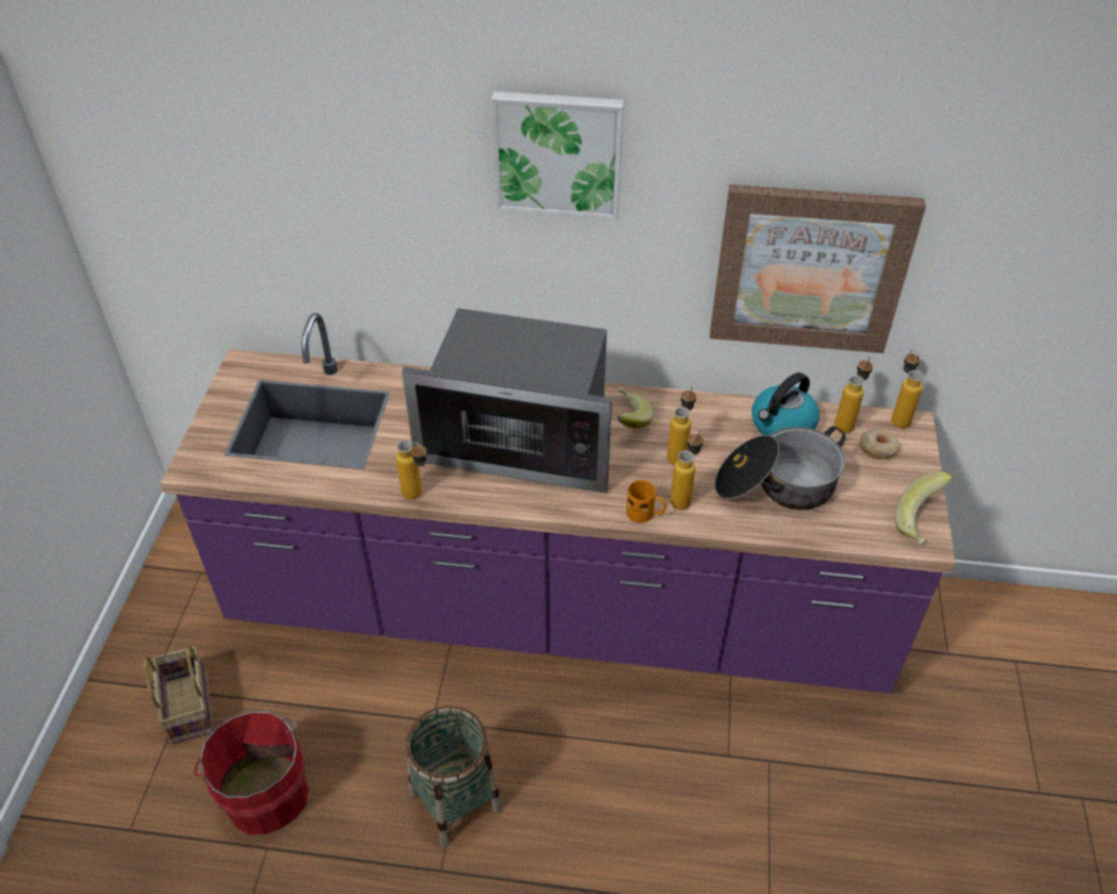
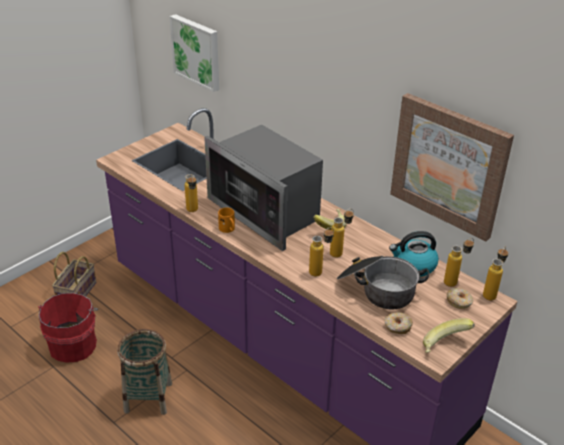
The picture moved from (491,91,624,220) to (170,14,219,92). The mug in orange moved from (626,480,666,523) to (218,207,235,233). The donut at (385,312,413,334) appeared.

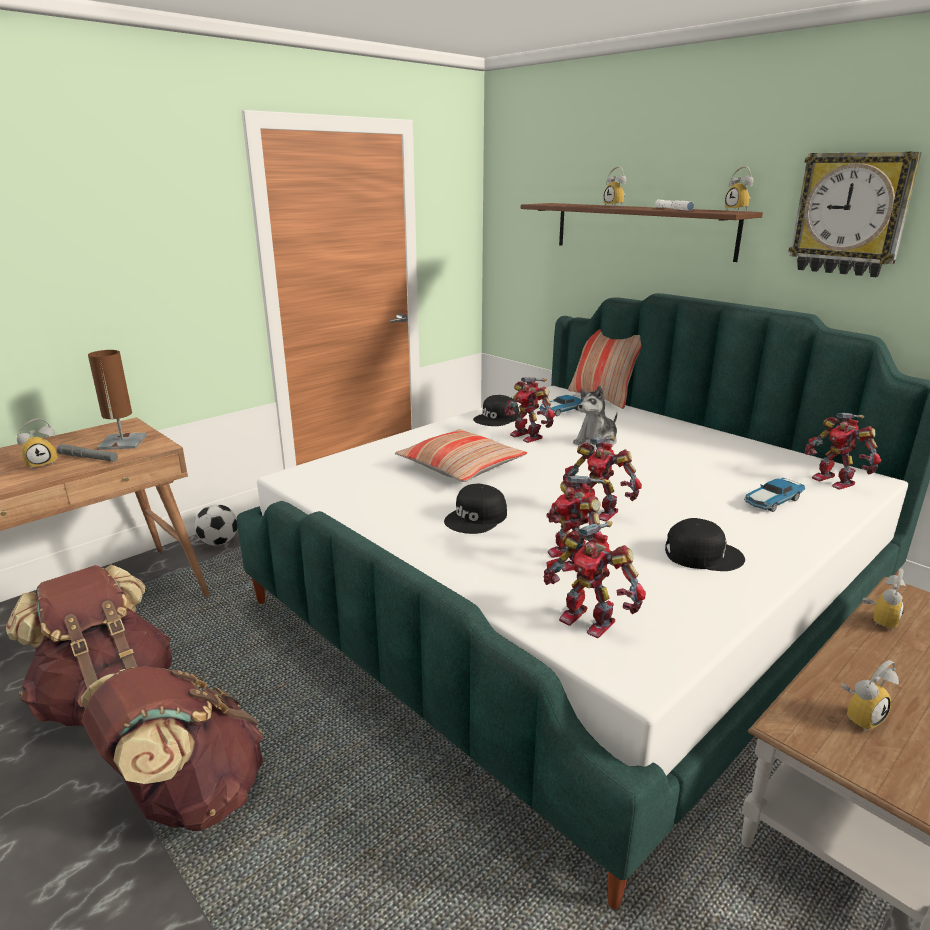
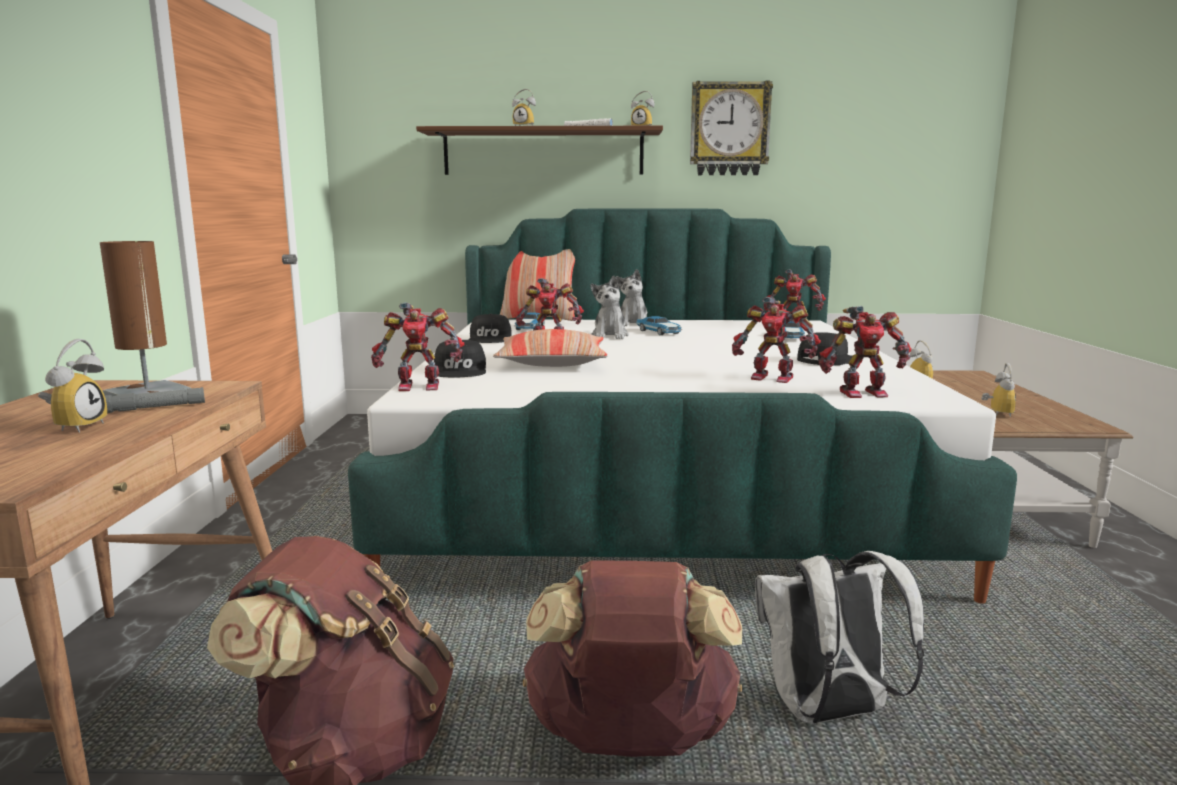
The football at (194,504,238,545) disappeared. The cap in black moved from (444,484,507,534) to (434,340,486,377). The toy robot moved from (563,436,642,522) to (371,302,464,391). The plush toy at (616,269,648,326) appeared. The toy car at (636,316,682,335) appeared. The backpack in white at (755,551,924,724) appeared.

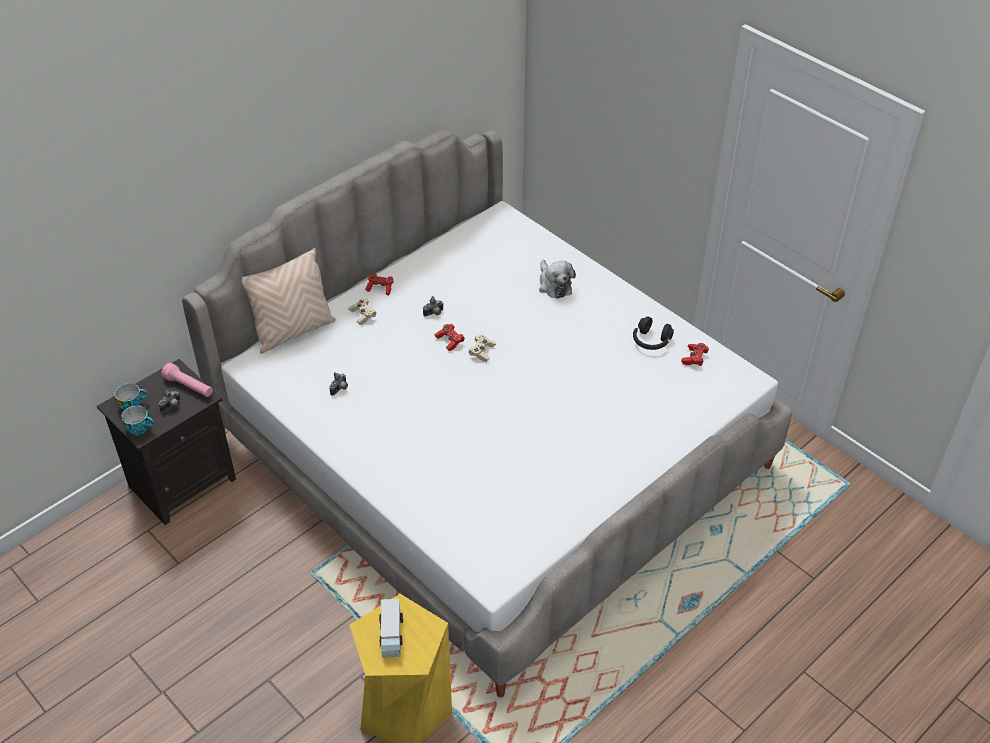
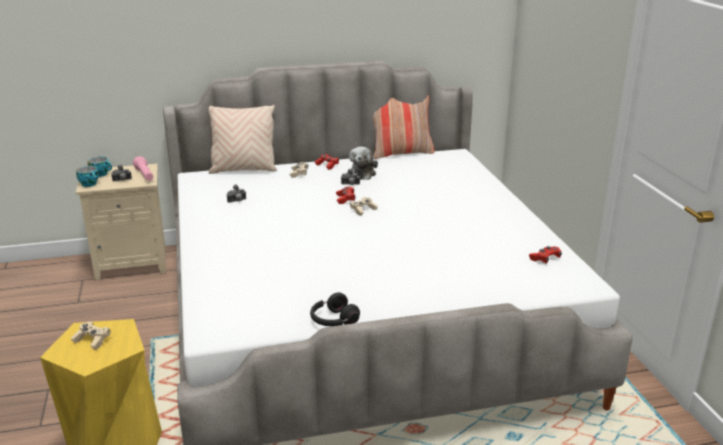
The nightstand in black at (97,359,236,525) became the nightstand in beige at (75,164,166,281). The toy truck at (379,599,403,658) was replaced by the game controller in beige at (71,321,110,350). The plush toy moved from (539,260,576,299) to (347,146,378,180). The headphones in black moved from (633,316,674,350) to (310,292,360,326). The pillow at (373,95,434,159) appeared.

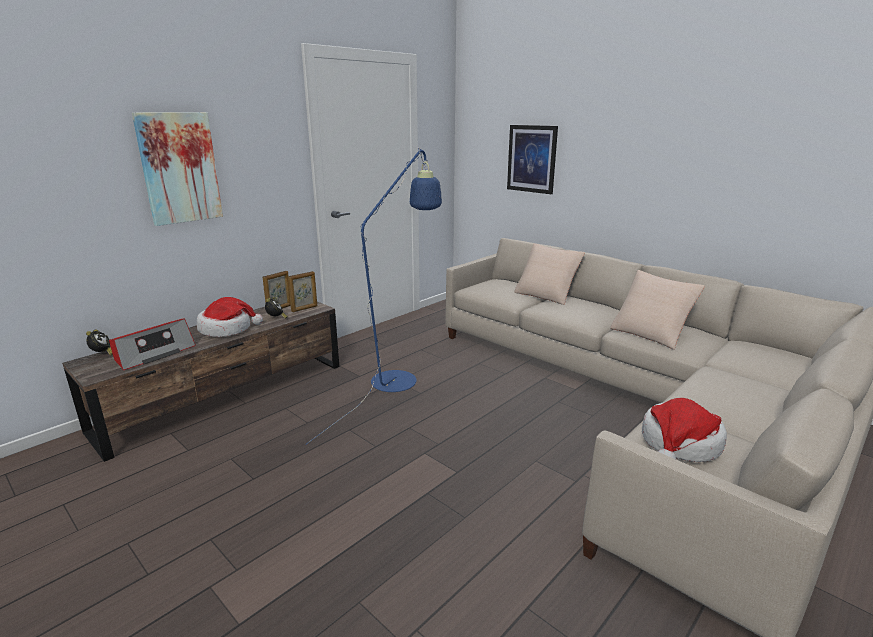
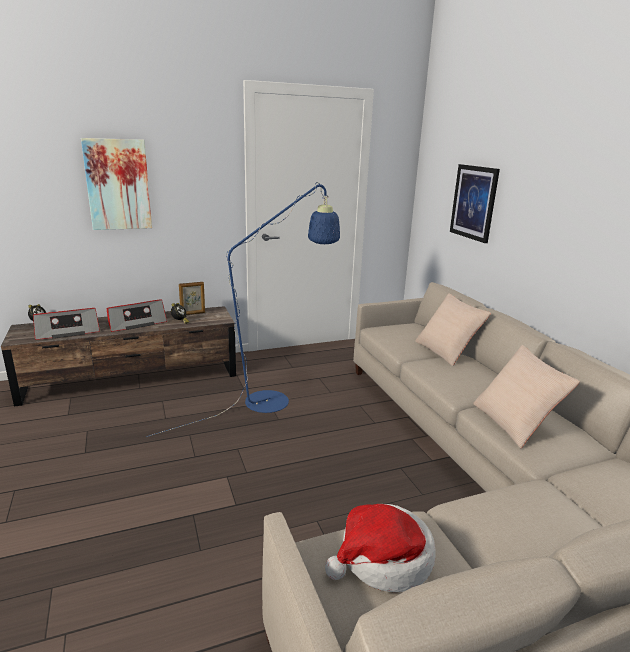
The hat at (197,297,263,337) was replaced by the radio at (106,299,167,332). The picture frame at (288,271,317,312) disappeared.

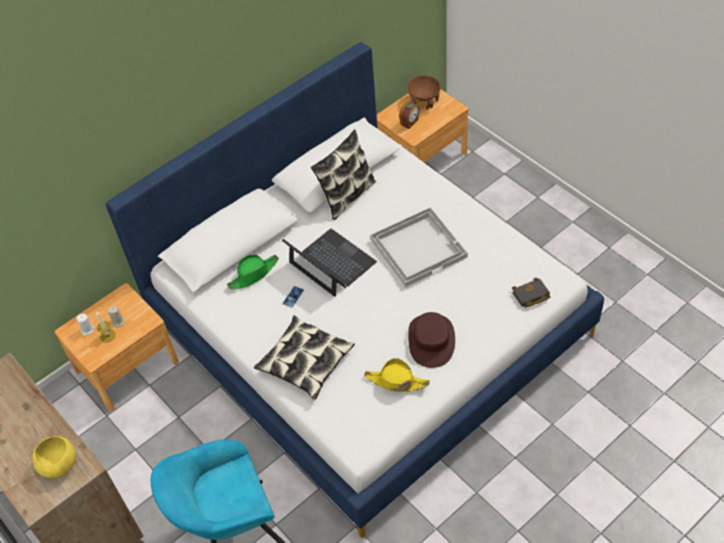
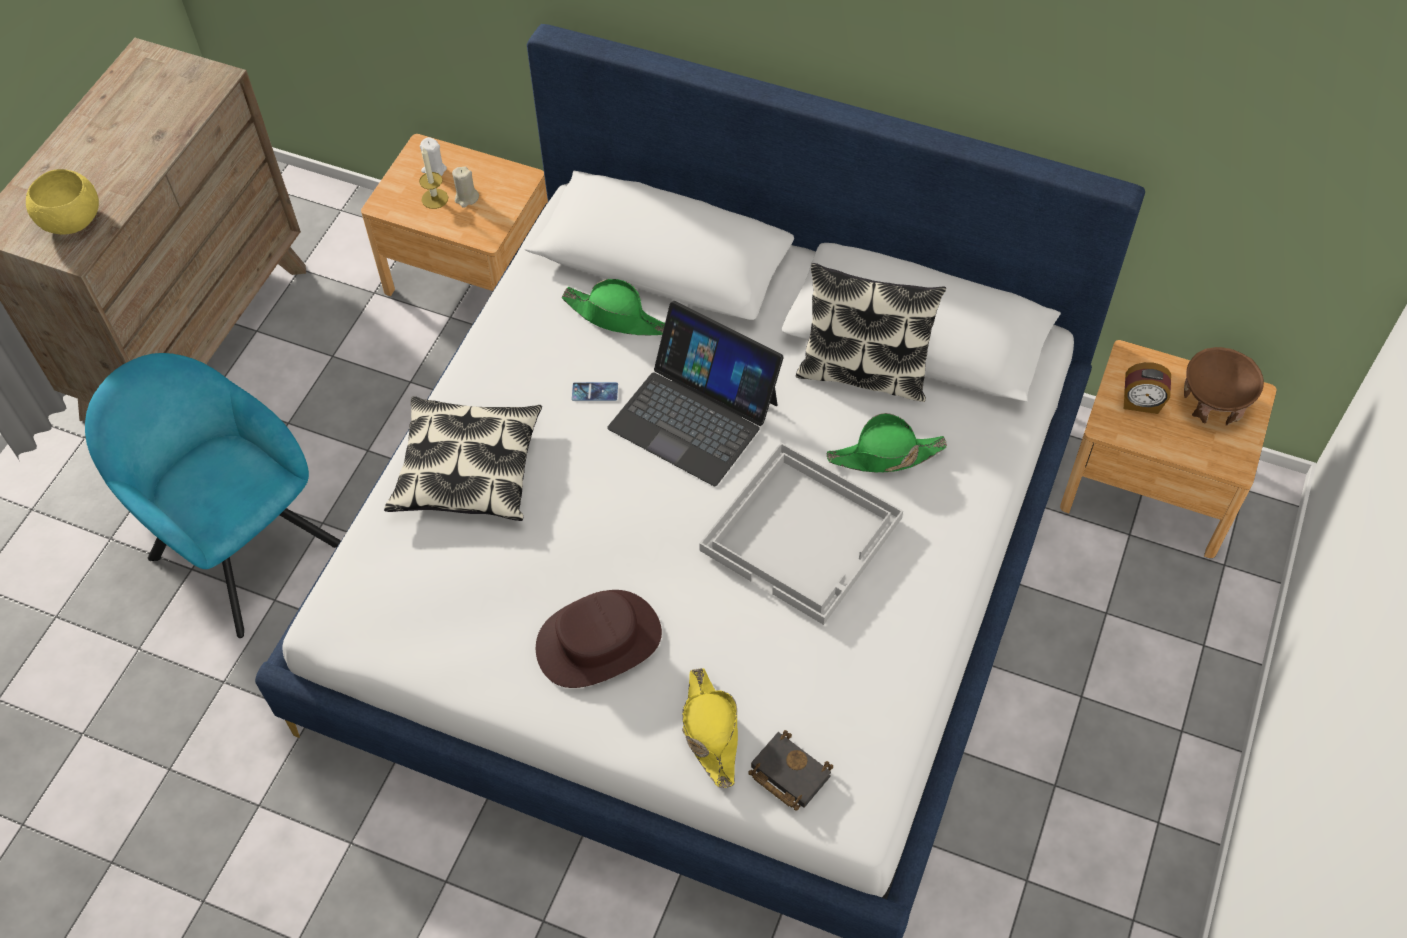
The laptop at (282,229,377,297) turned 105 degrees clockwise. The hat in yellow moved from (364,358,430,392) to (682,668,738,788). The hat in green at (827,413,947,473) appeared.

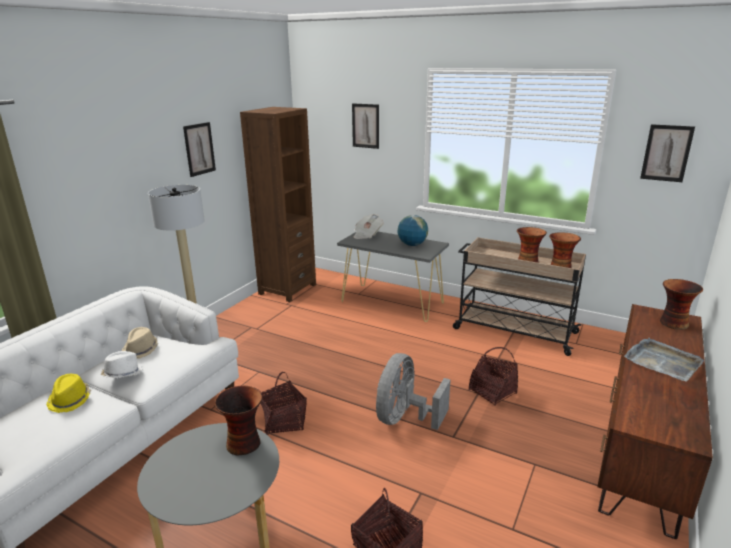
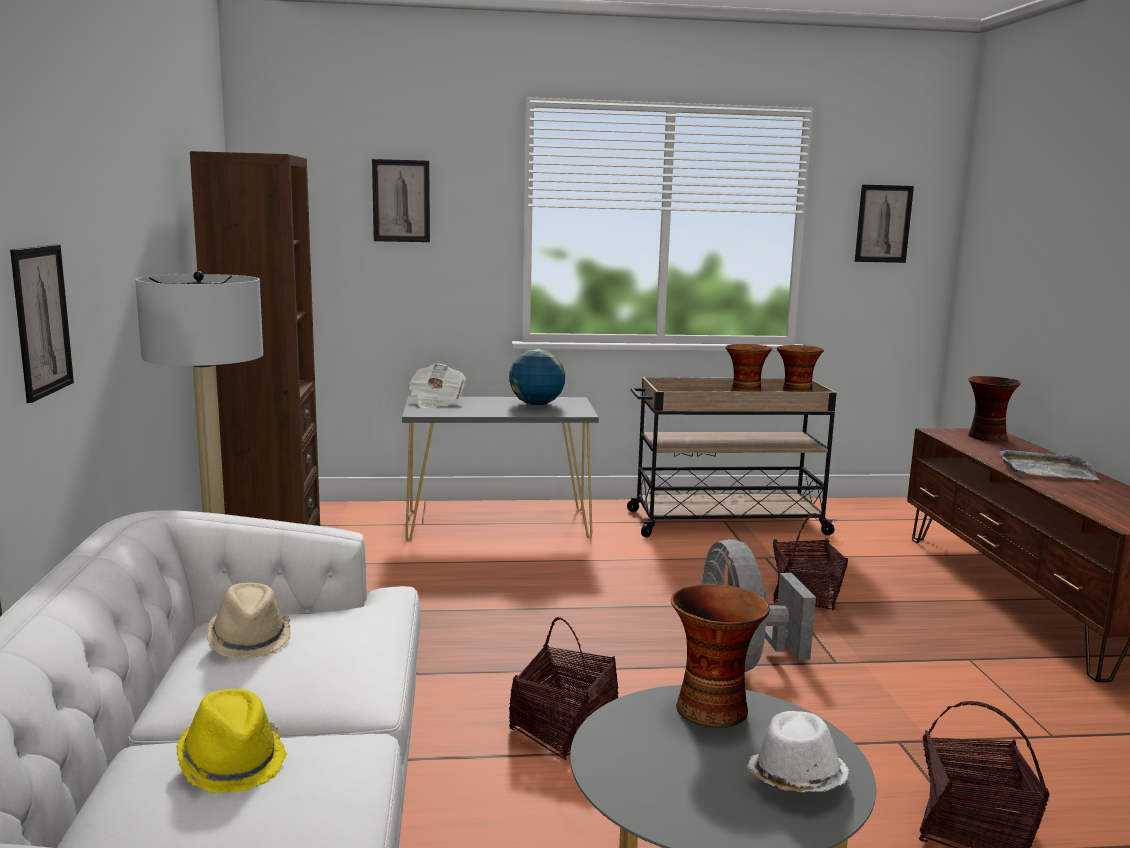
The hat in white moved from (101,351,144,378) to (746,711,849,793). The picture moved from (183,122,216,177) to (10,244,74,403).

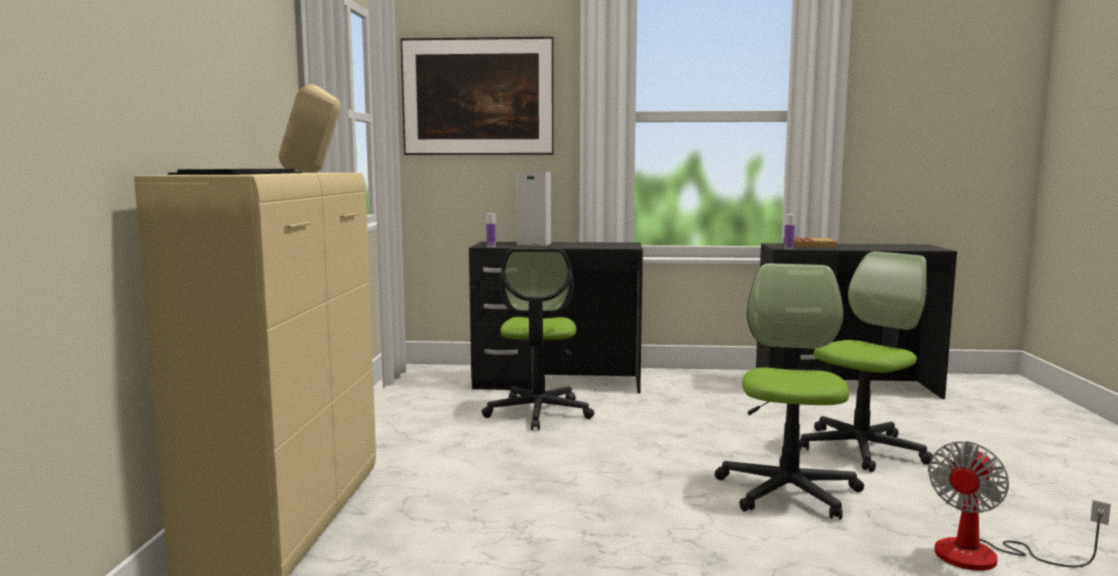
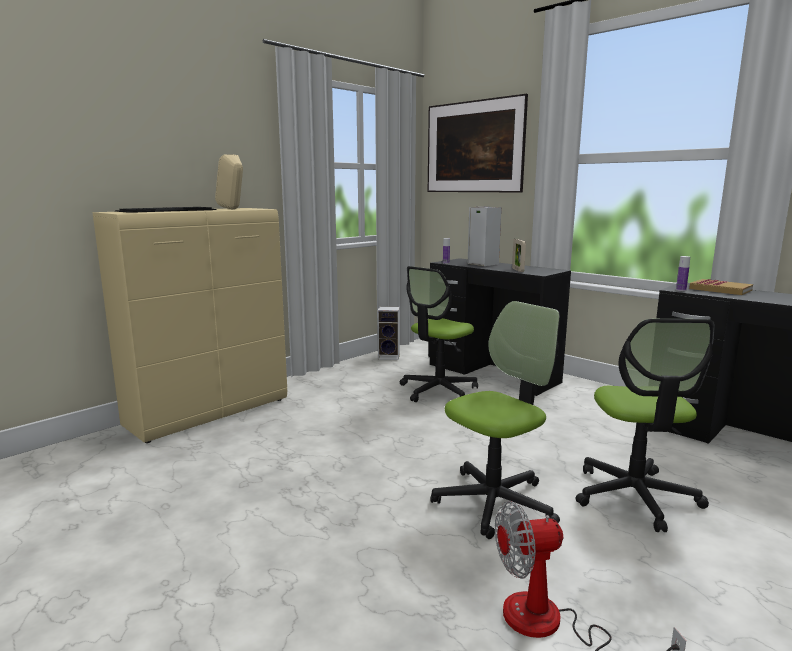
The office chair at (799,251,933,472) turned 90 degrees clockwise. The speaker at (378,307,400,360) appeared. The picture frame at (512,239,526,272) appeared.

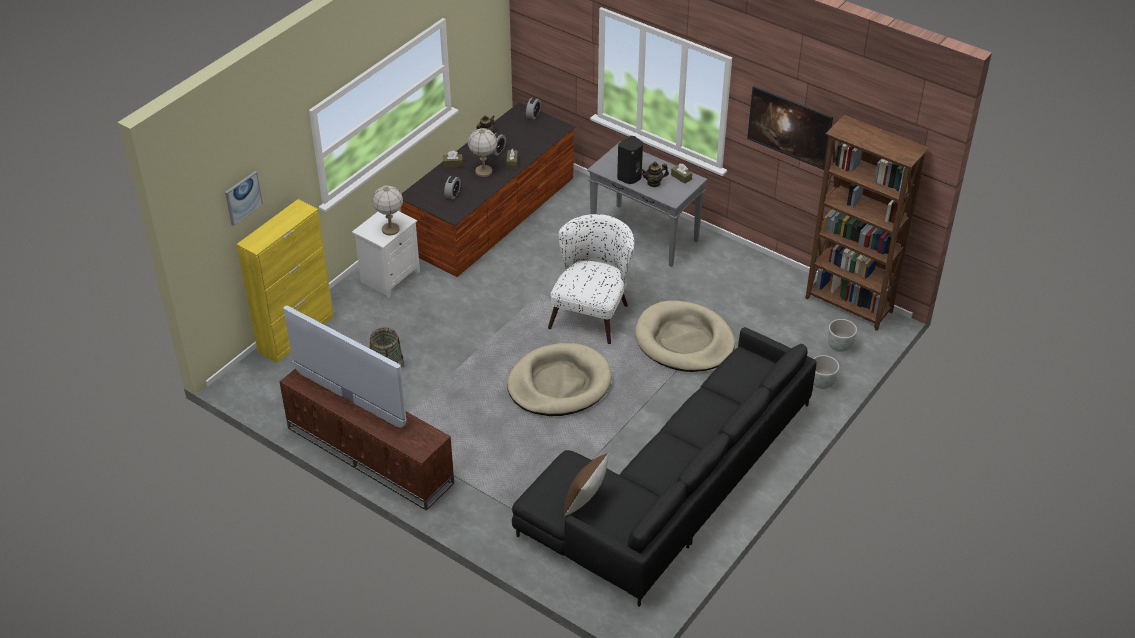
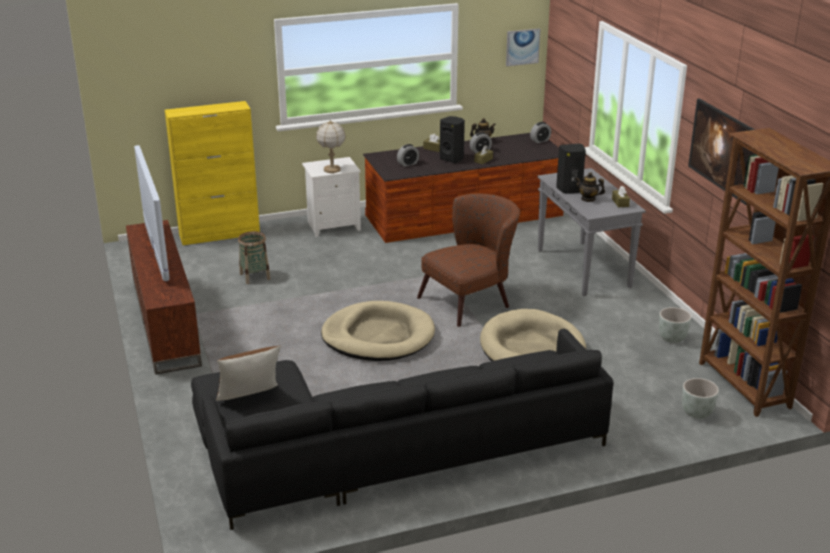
The picture moved from (225,171,263,226) to (506,28,540,66). The table lamp at (468,128,498,177) was replaced by the speaker in black at (440,116,465,163). The armchair in white at (548,214,634,344) became the armchair in brown at (417,194,520,327). The planter in grey moved from (813,355,839,389) to (659,307,691,343).

